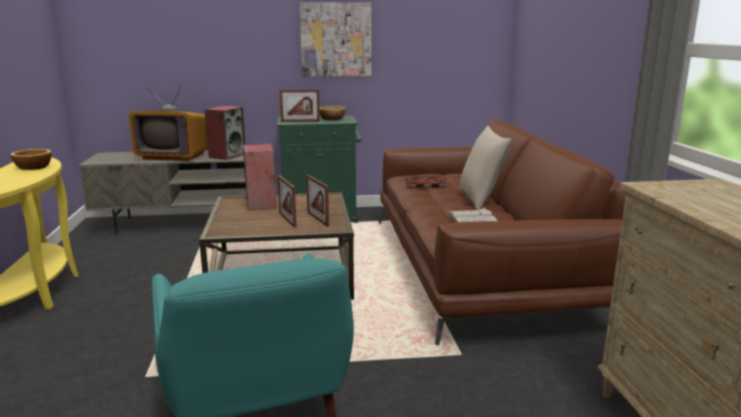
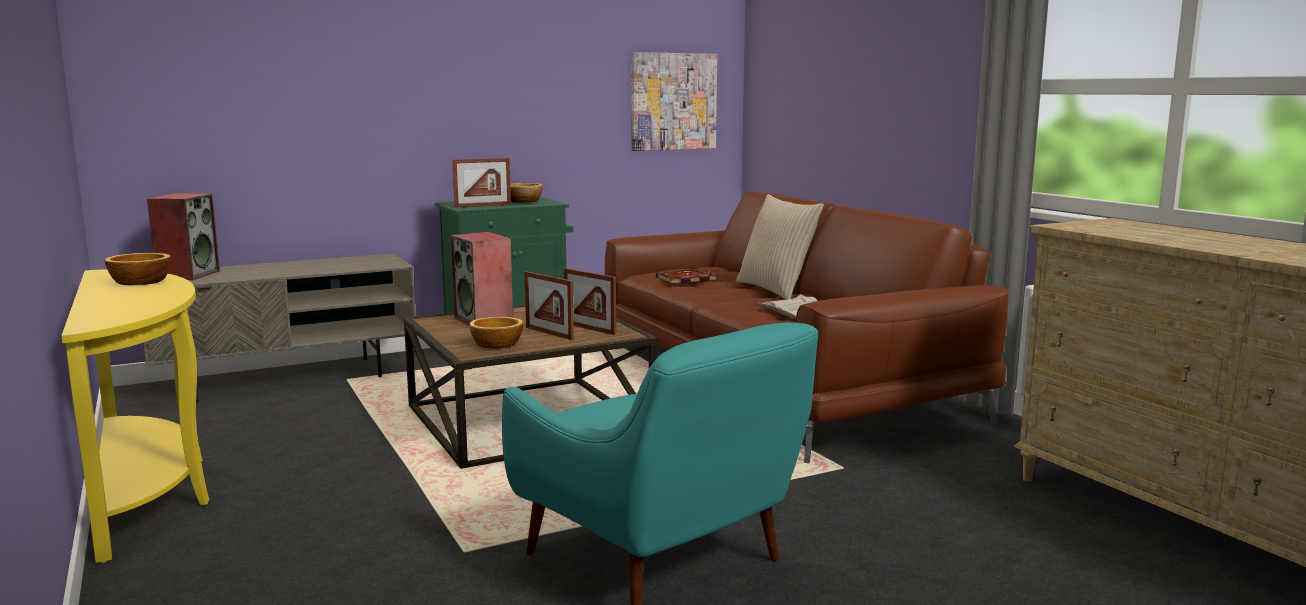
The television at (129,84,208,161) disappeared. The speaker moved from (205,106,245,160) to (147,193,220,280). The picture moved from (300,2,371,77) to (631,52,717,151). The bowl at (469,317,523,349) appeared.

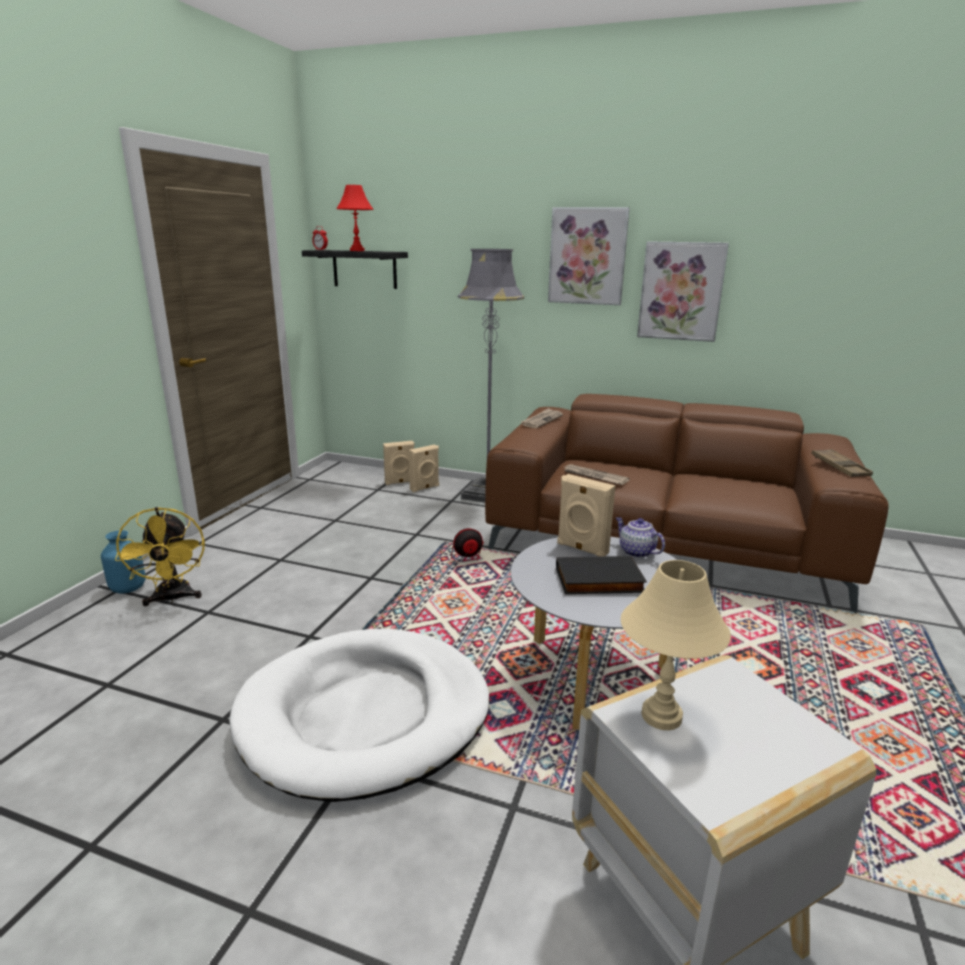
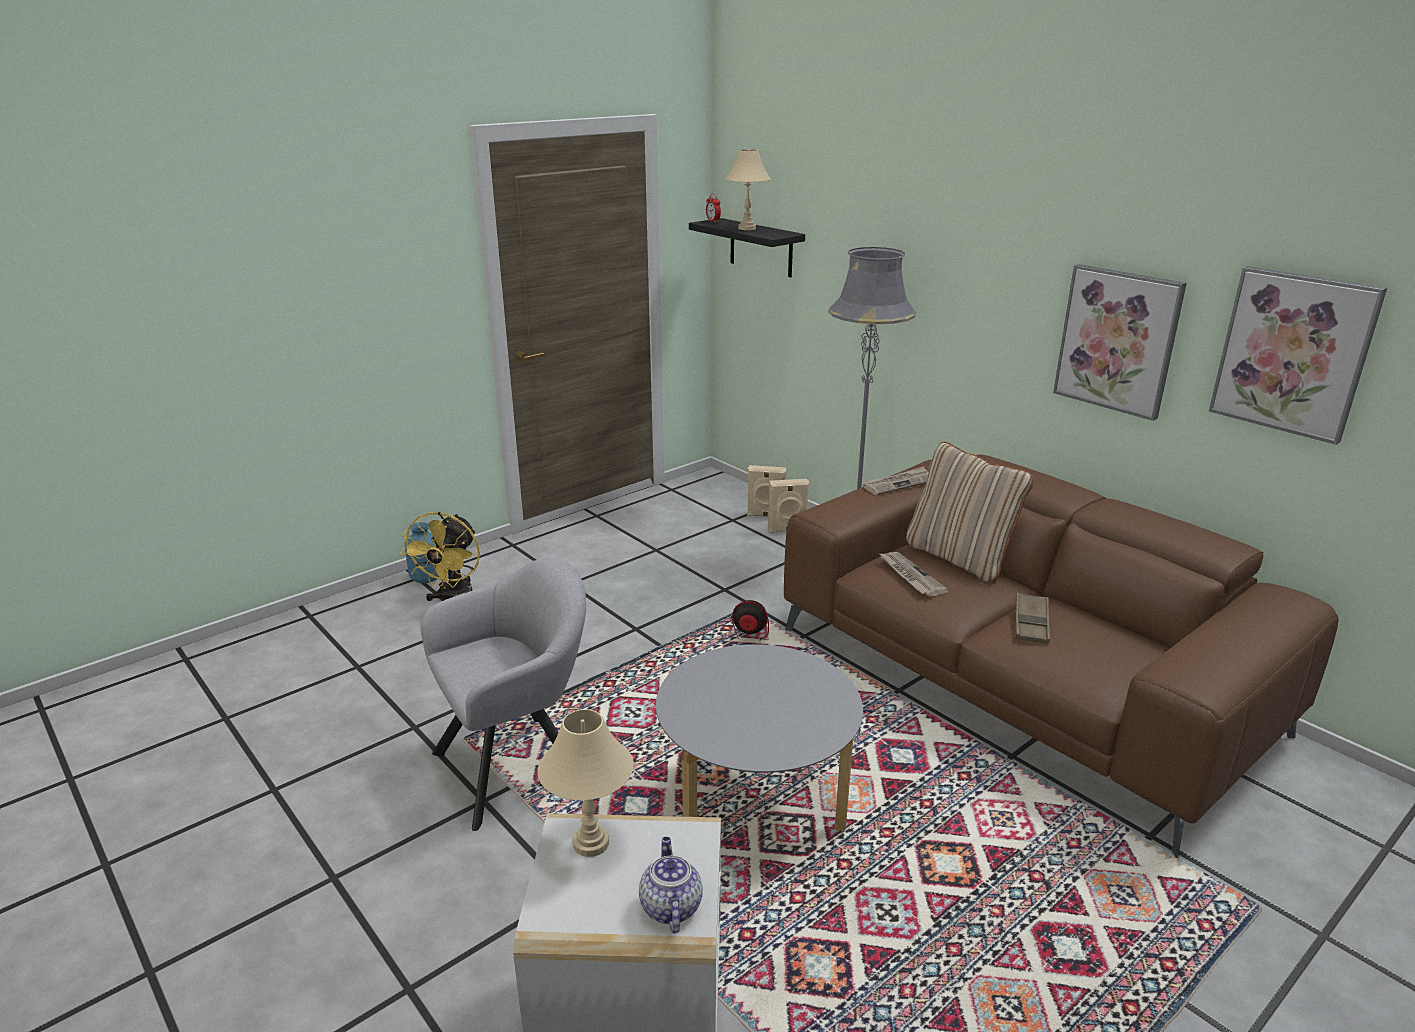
The dog bed in white at (229,629,490,802) was replaced by the armchair in grey at (421,558,586,831). The table lamp in red at (336,185,374,251) became the table lamp in beige at (725,149,771,230). The picture moved from (548,207,630,305) to (1209,266,1387,445). The book in black at (556,556,647,594) disappeared. The speaker in beige at (557,474,616,557) disappeared. The teapot moved from (616,517,665,558) to (639,837,703,934). The tray in brown moved from (811,449,873,477) to (1015,593,1050,643). The pillow in beige at (906,442,1034,582) appeared.

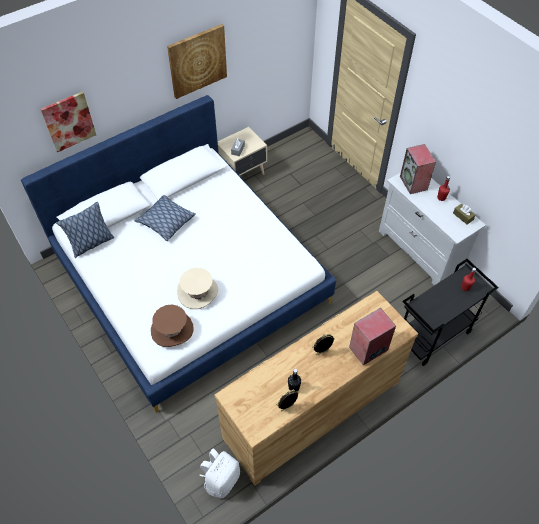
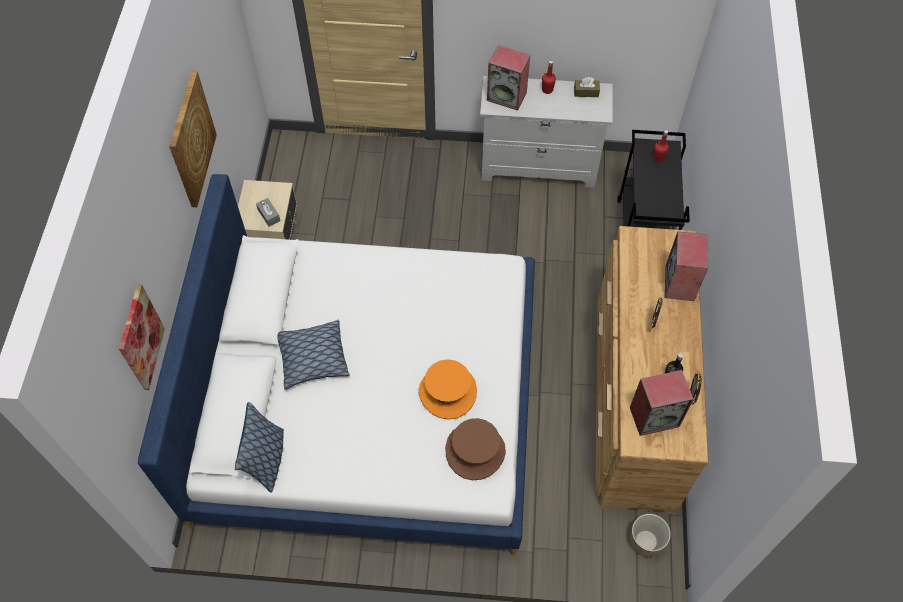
The hat in beige at (177,268,218,309) became the hat in orange at (418,359,477,420). The backpack in white at (199,448,240,498) was replaced by the planter at (630,514,671,557). The speaker at (630,370,693,436) appeared.

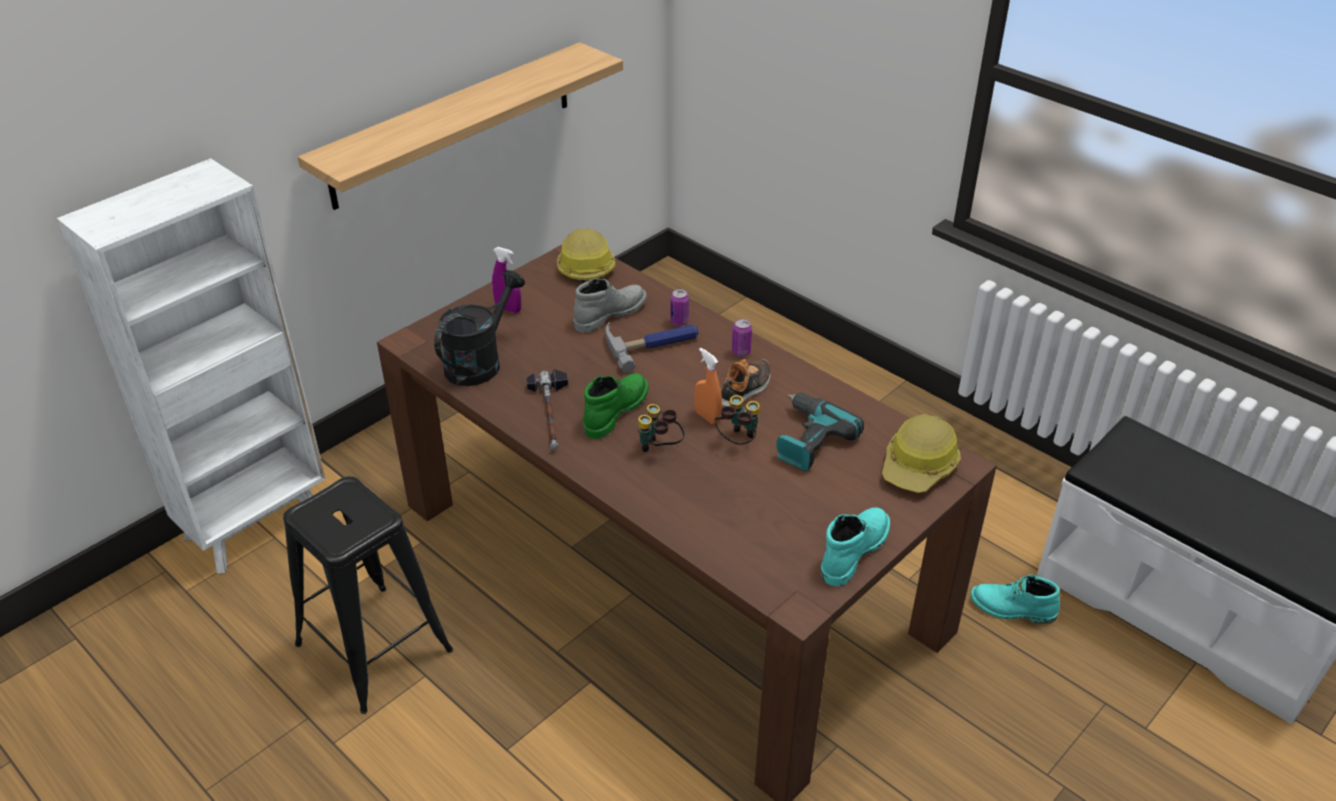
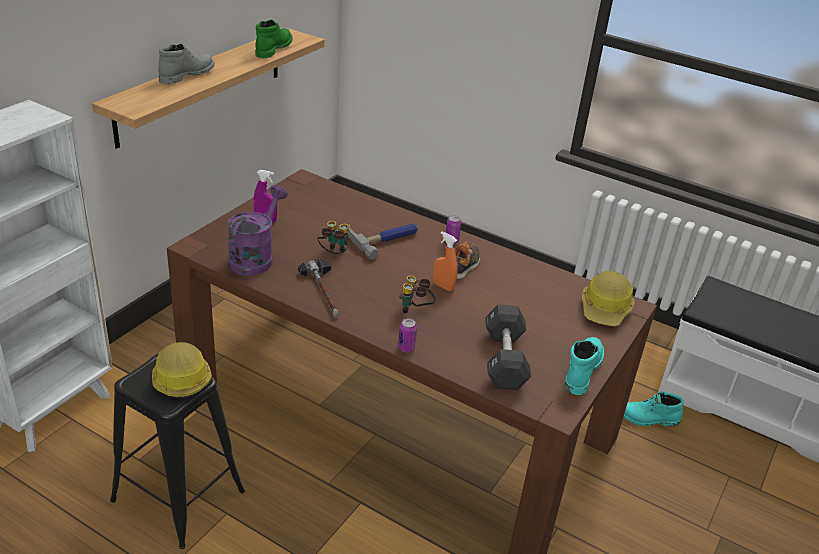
The watering can in black at (434,270,525,386) became the watering can in purple at (228,185,288,276). The hard hat moved from (557,228,616,283) to (152,342,212,399). The boot in grey moved from (573,278,647,333) to (158,43,215,84). The boot in green moved from (583,373,648,439) to (255,20,293,58). The can moved from (670,289,689,326) to (398,318,417,352). The binoculars moved from (715,395,760,445) to (317,221,349,254). The power drill at (776,392,864,471) disappeared. The dumbbell in black at (485,304,531,390) appeared.

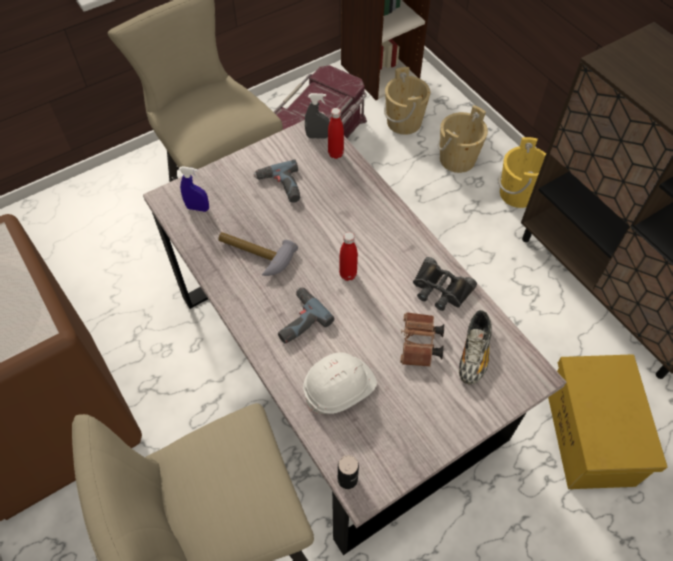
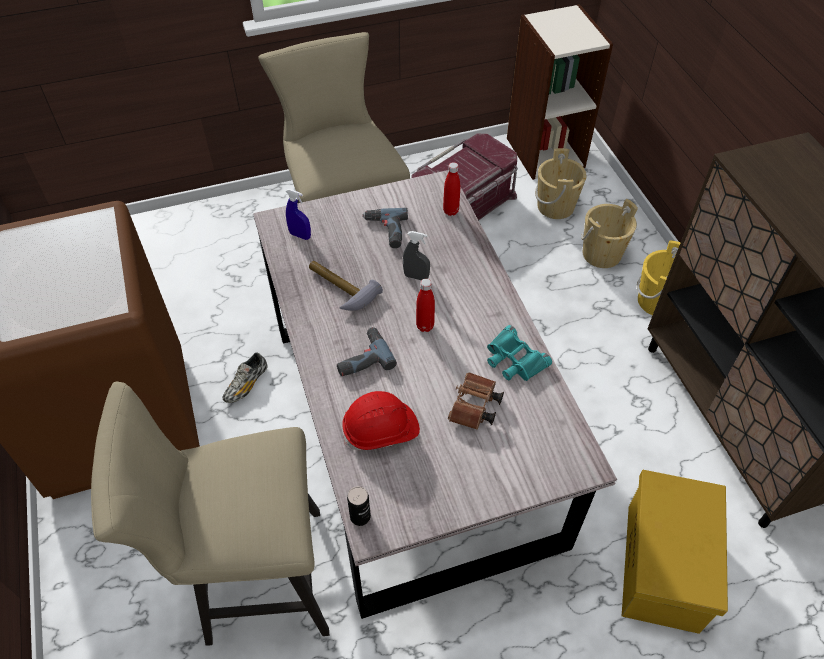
The hard hat in white at (303,352,377,414) became the hard hat in red at (342,391,420,450). The spray bottle in grey moved from (305,93,330,139) to (403,231,430,280). The binoculars in black at (413,257,477,311) became the binoculars in turquoise at (487,325,552,381). The shoe moved from (459,310,492,384) to (223,352,268,403).

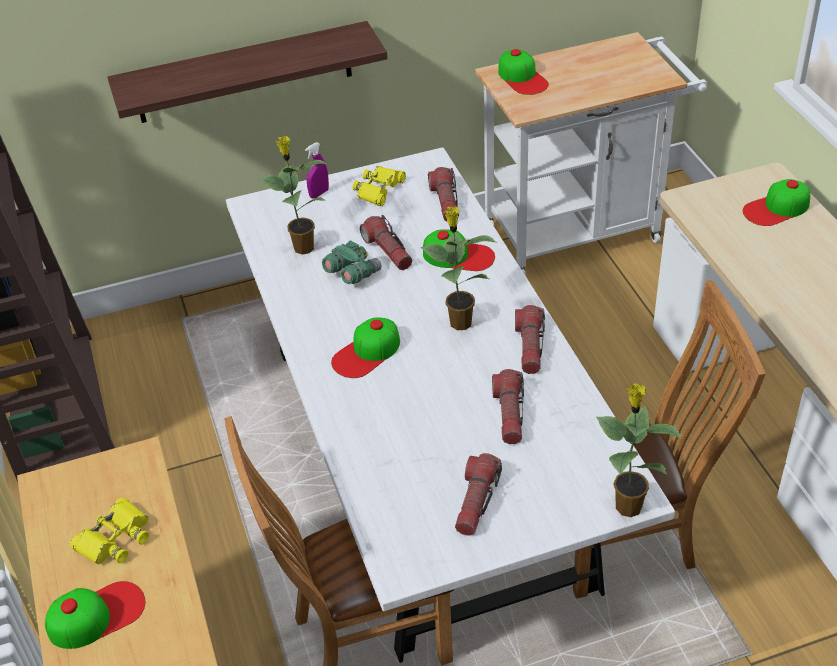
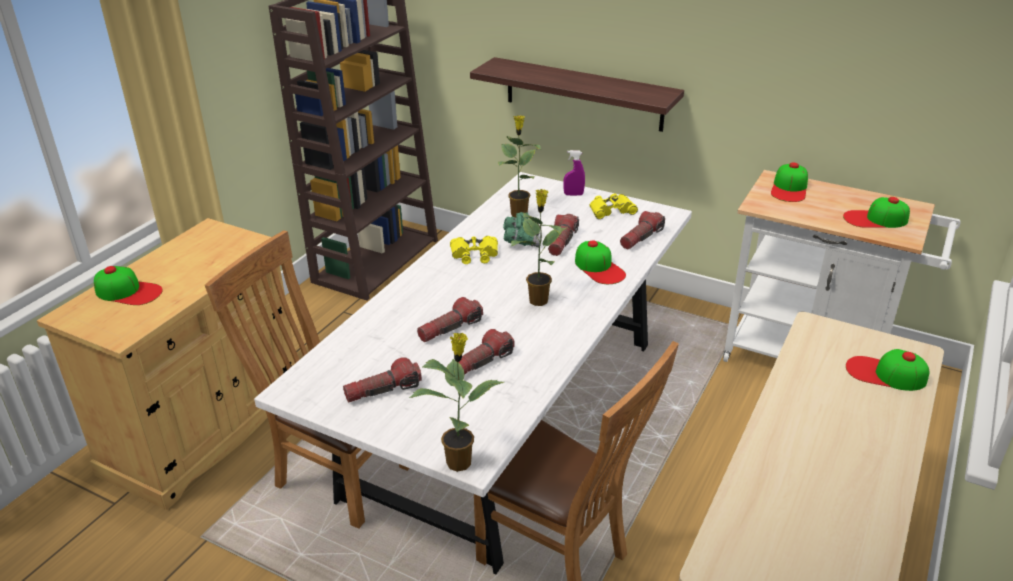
The binoculars in yellow moved from (70,497,149,564) to (450,236,498,264). The cap moved from (331,317,400,378) to (843,197,910,228). The flashlight moved from (515,305,545,374) to (417,297,483,342).

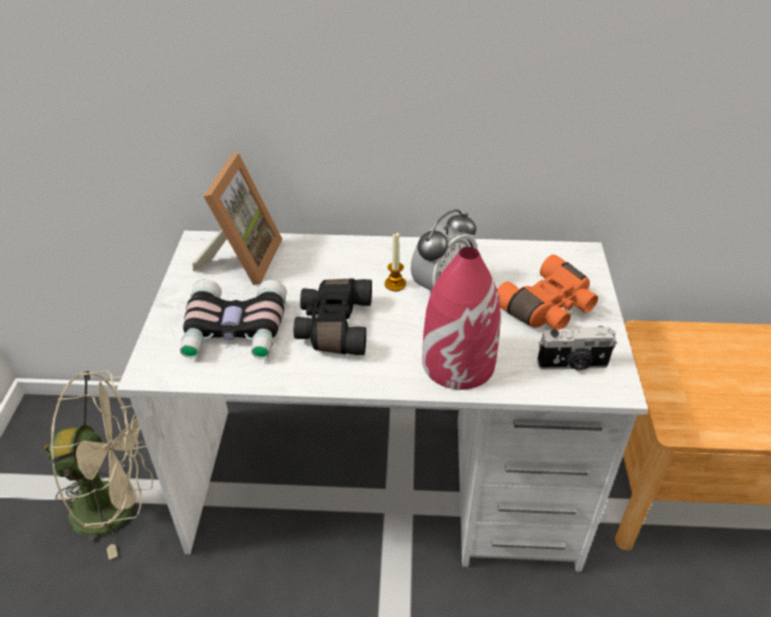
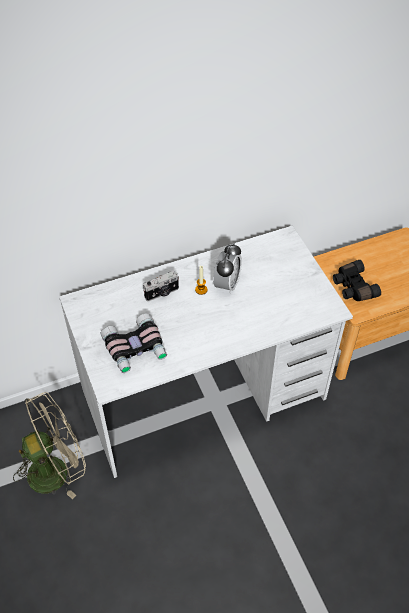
The picture frame at (193,153,282,285) disappeared. The binoculars in black moved from (294,278,372,355) to (333,260,381,301). The vase in red at (422,247,501,390) disappeared. The binoculars in orange at (497,254,598,330) disappeared. The photo camera moved from (537,326,617,370) to (143,271,179,301).

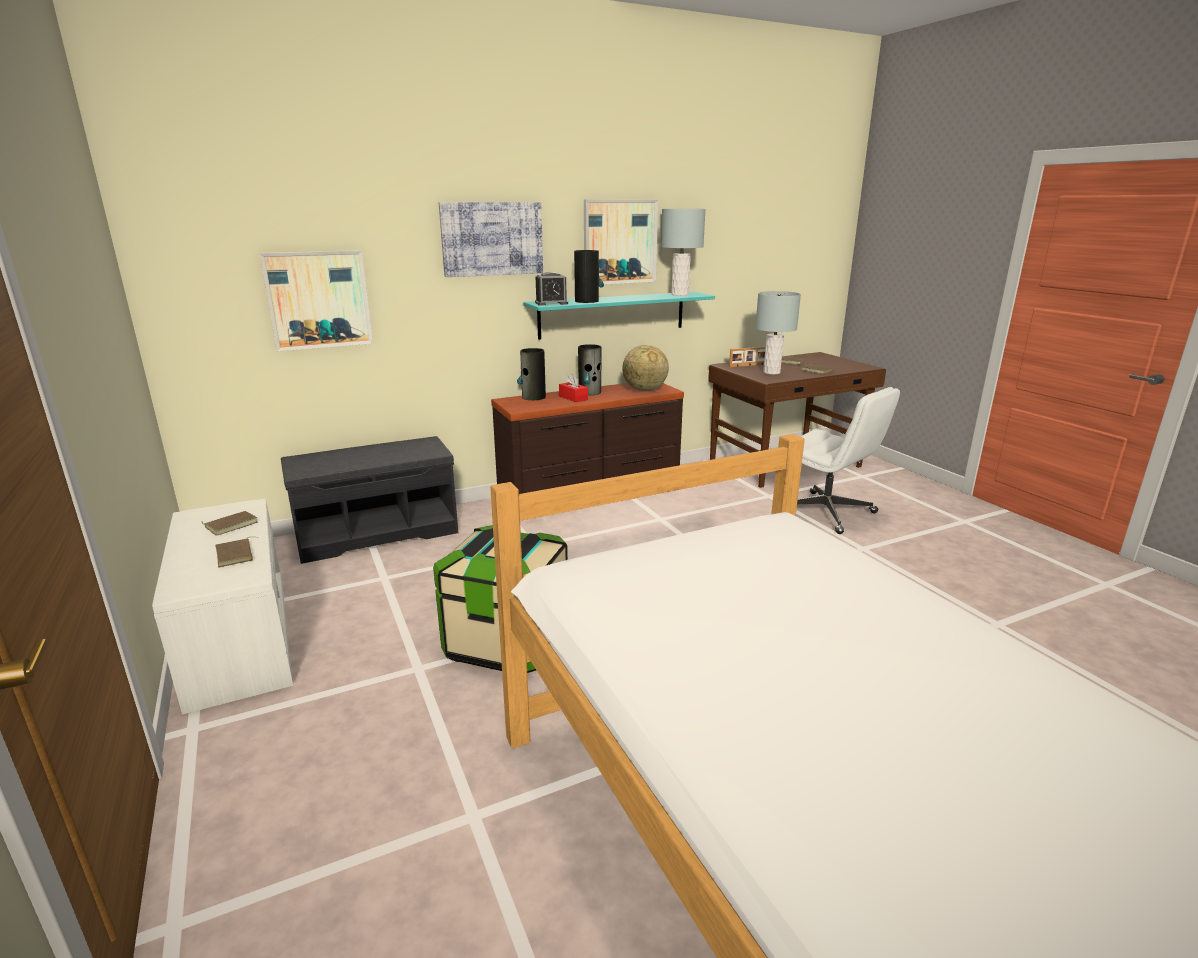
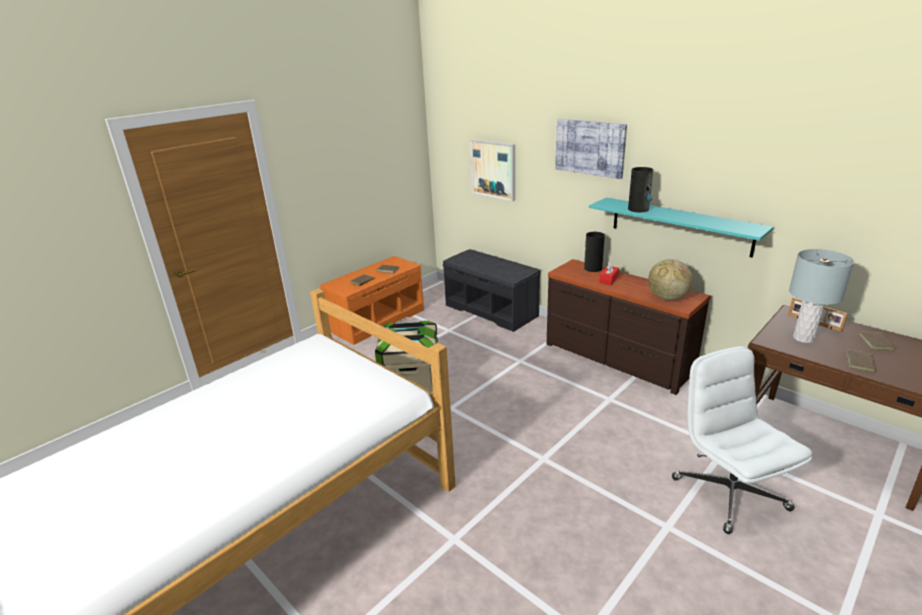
The bench in white at (152,499,293,715) became the bench in orange at (320,256,424,345). The alarm clock at (535,272,568,305) disappeared. The vase at (578,344,601,395) disappeared. The picture at (584,199,658,285) disappeared. The table lamp in grey at (661,209,705,296) disappeared. The office chair in white at (797,387,900,534) turned 135 degrees clockwise.

